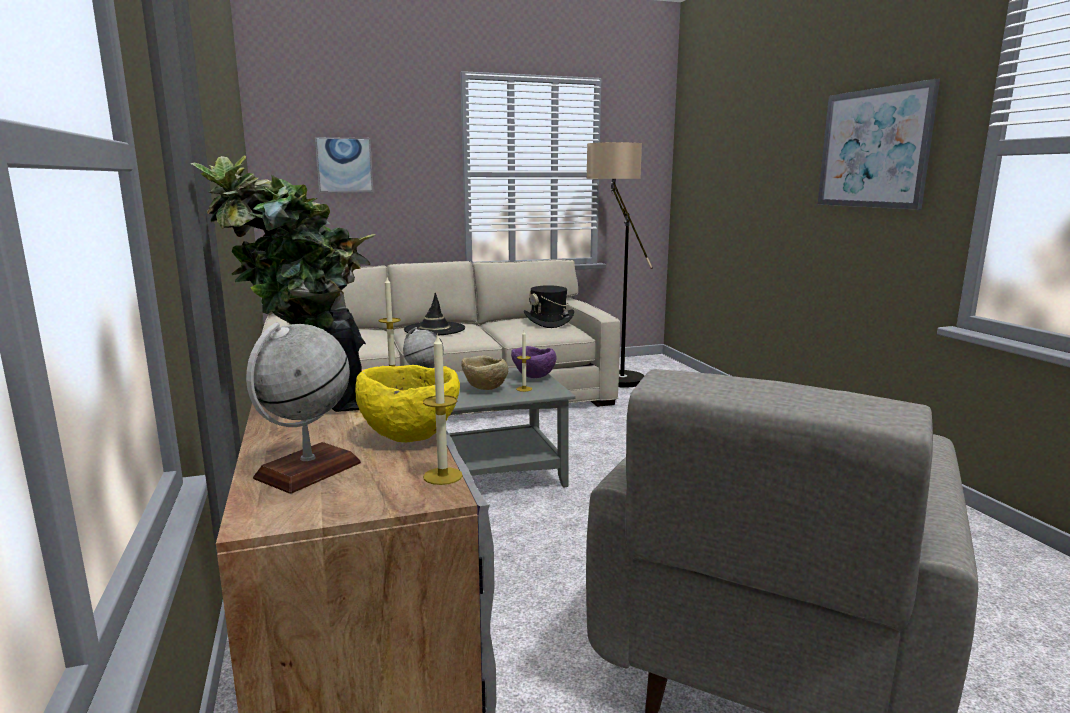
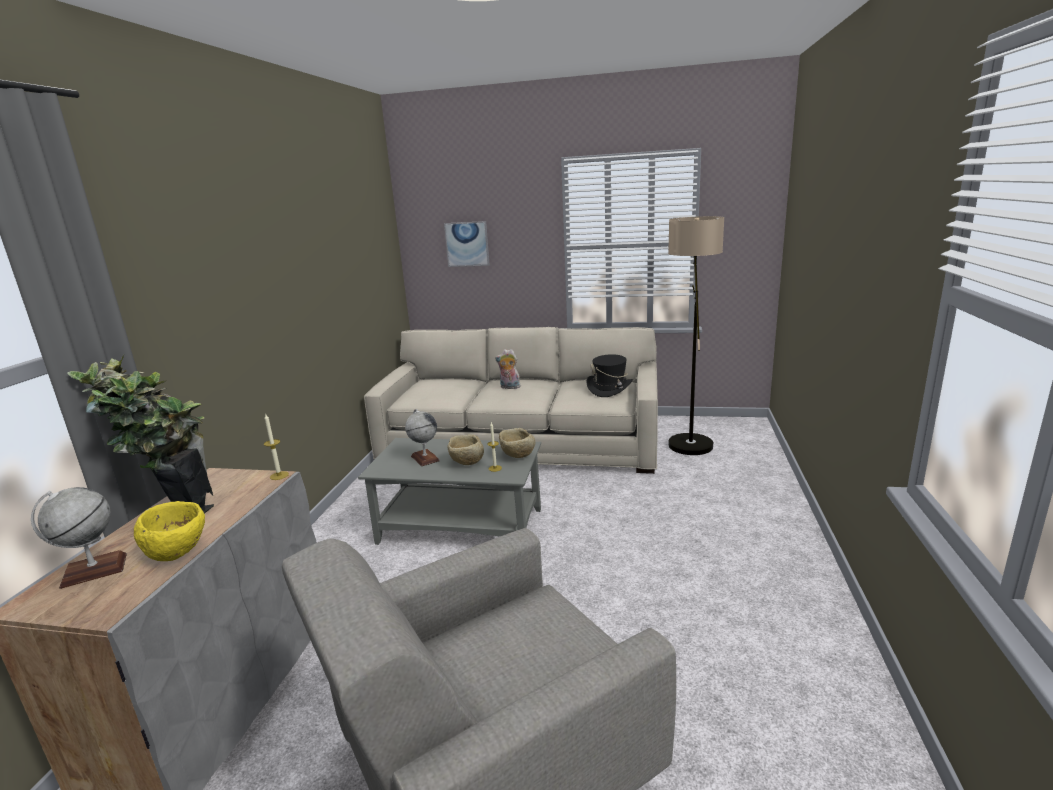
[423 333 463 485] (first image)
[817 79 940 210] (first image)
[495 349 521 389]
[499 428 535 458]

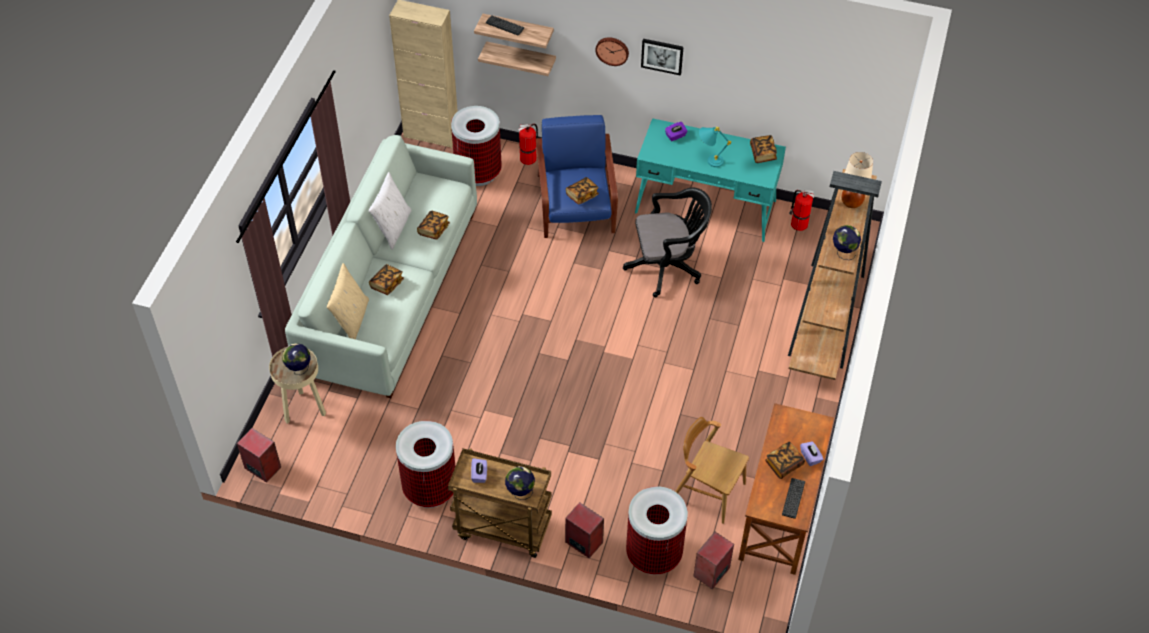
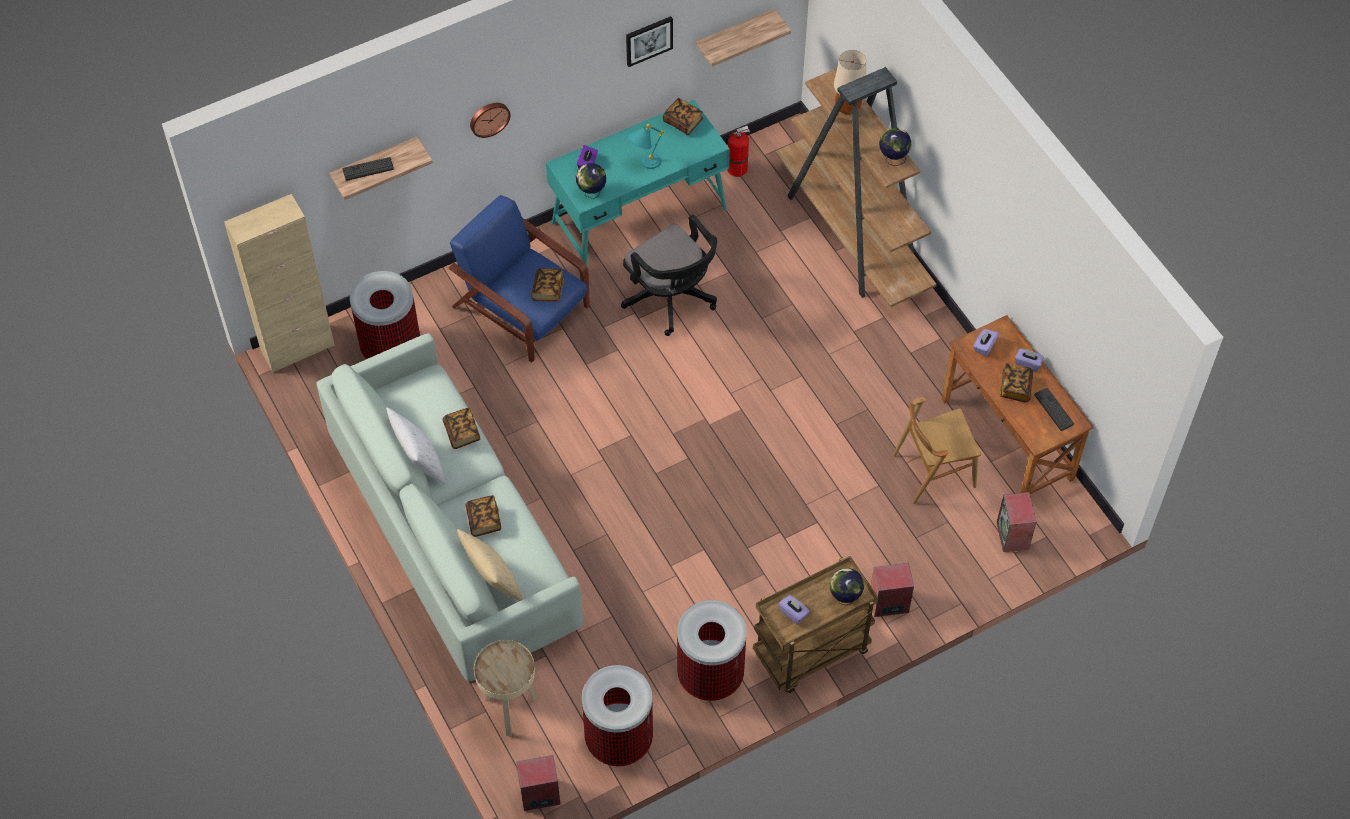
[518 124 538 165] (first image)
[973 329 999 356]
[576 163 606 199]
[696 9 791 67]
[582 665 653 766]
[626 16 673 67]
[621 215 717 336]

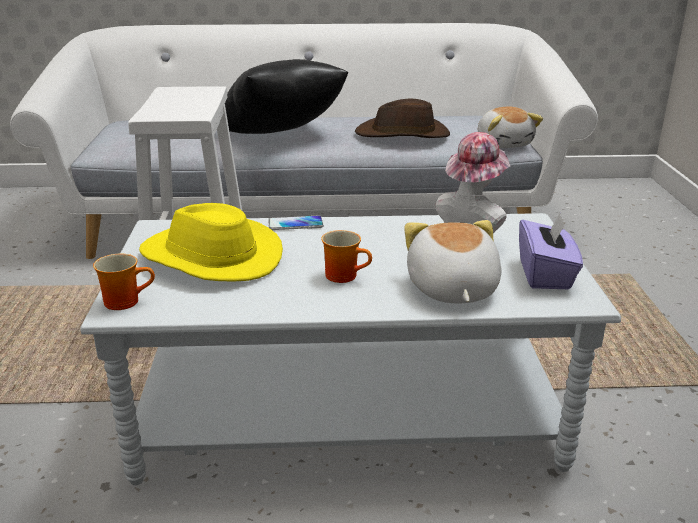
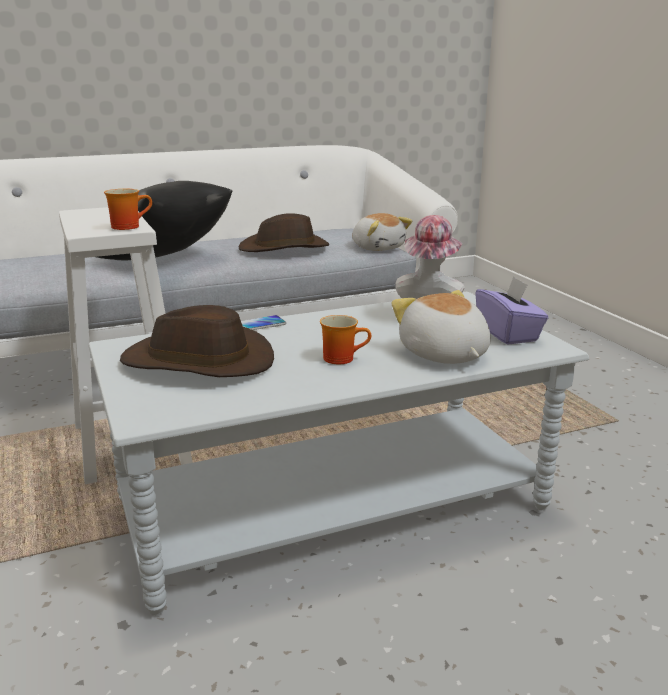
[104 189 152 230]
[120 305 274 377]

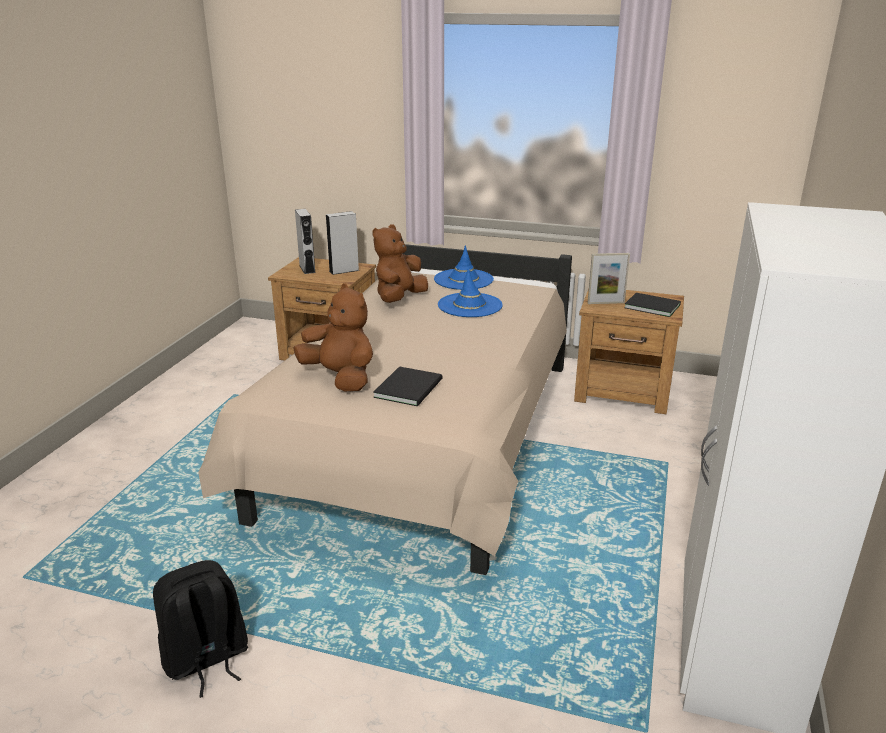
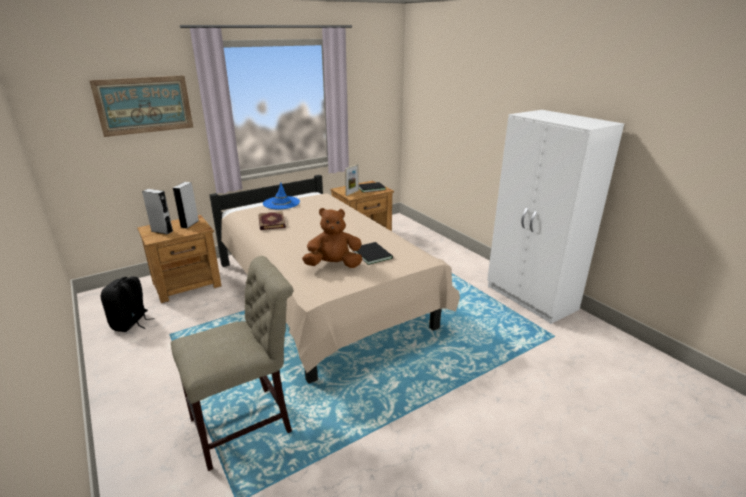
[438 268 503 317] (first image)
[89 75 193 137]
[171 256 293 471]
[101 276 155 332]
[259 211 286 230]

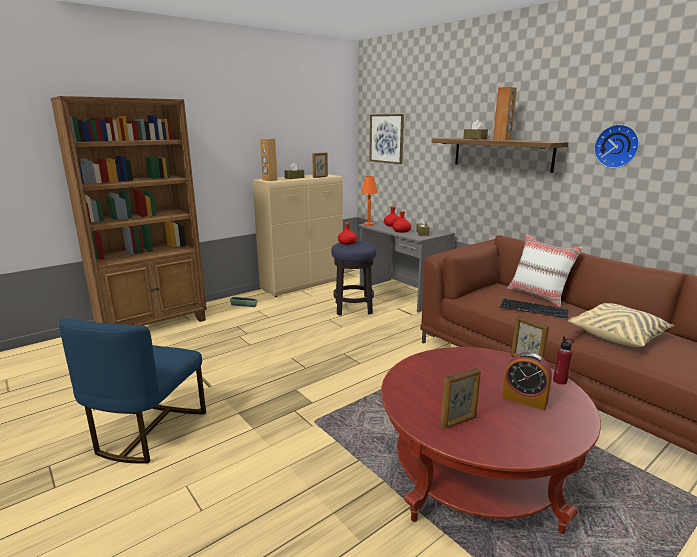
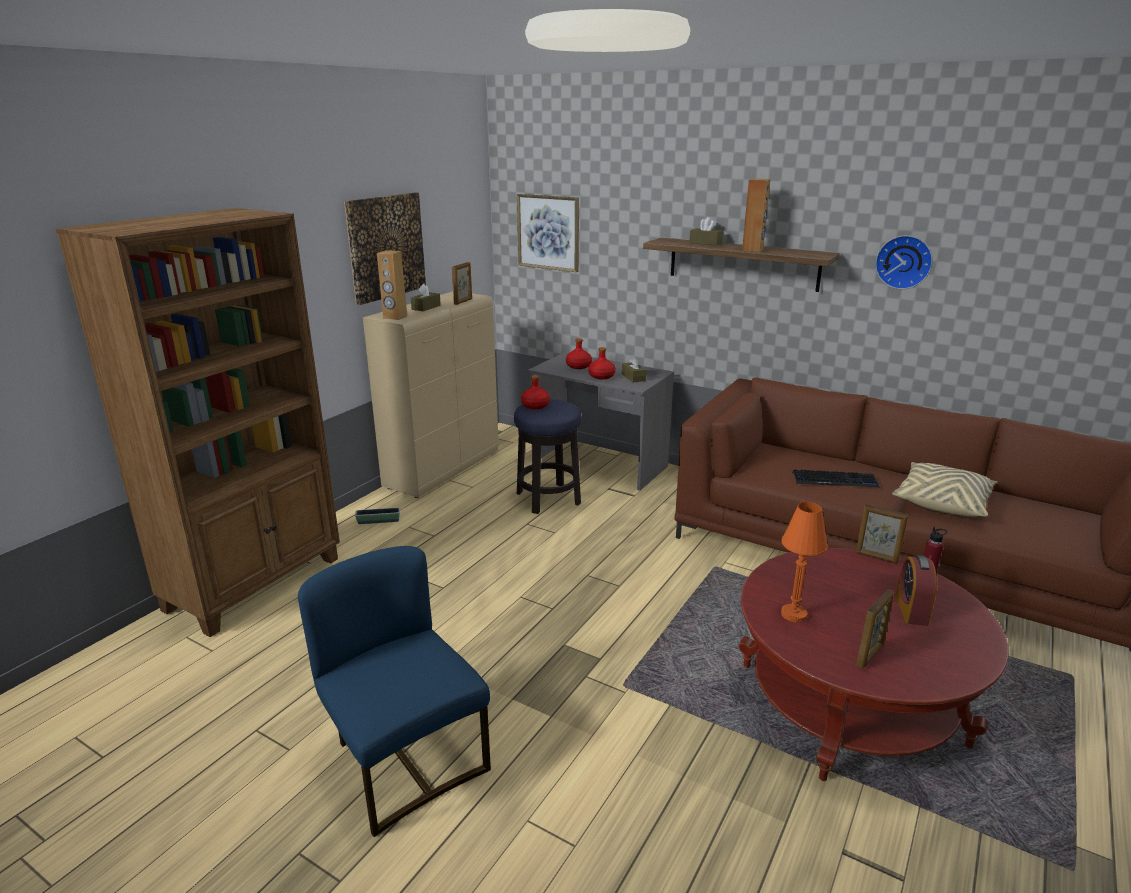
[507 234 583 307] (first image)
[344 192 426 305]
[781 502 828 622]
[298 546 491 837]
[896 555 937 626]

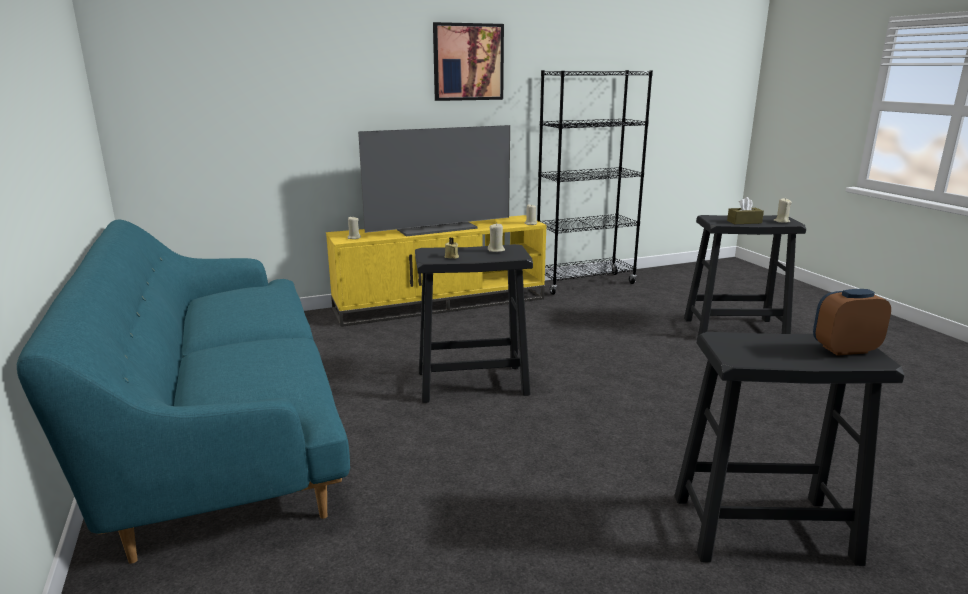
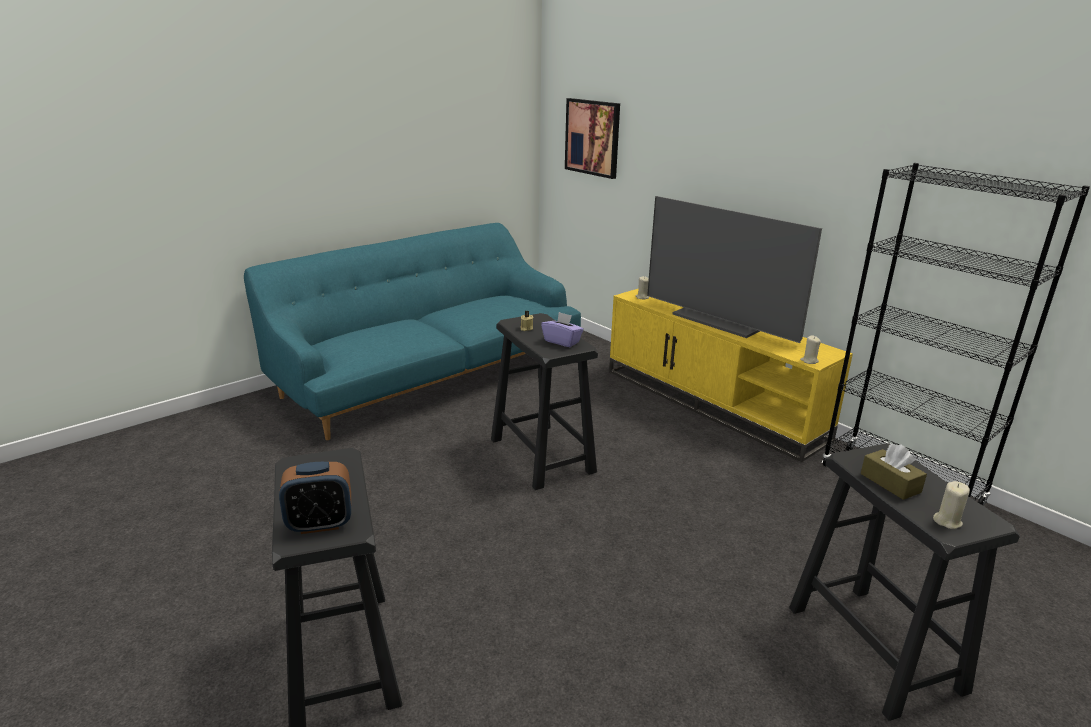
[565 98 620 179]
[541 312 584 347]
[279 462 351 534]

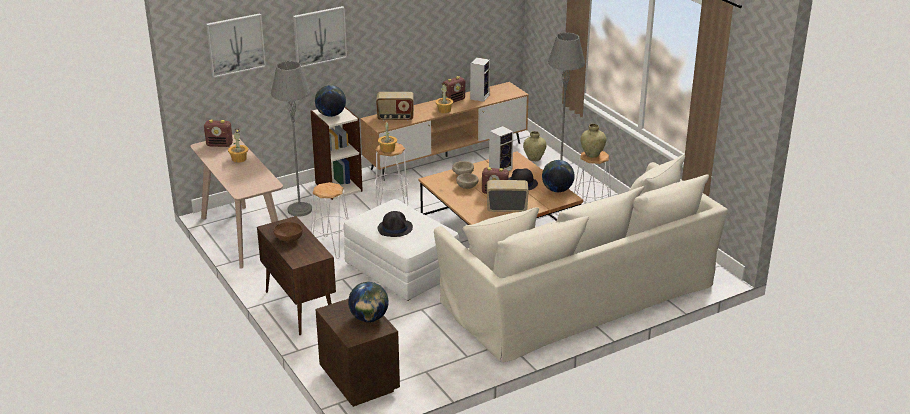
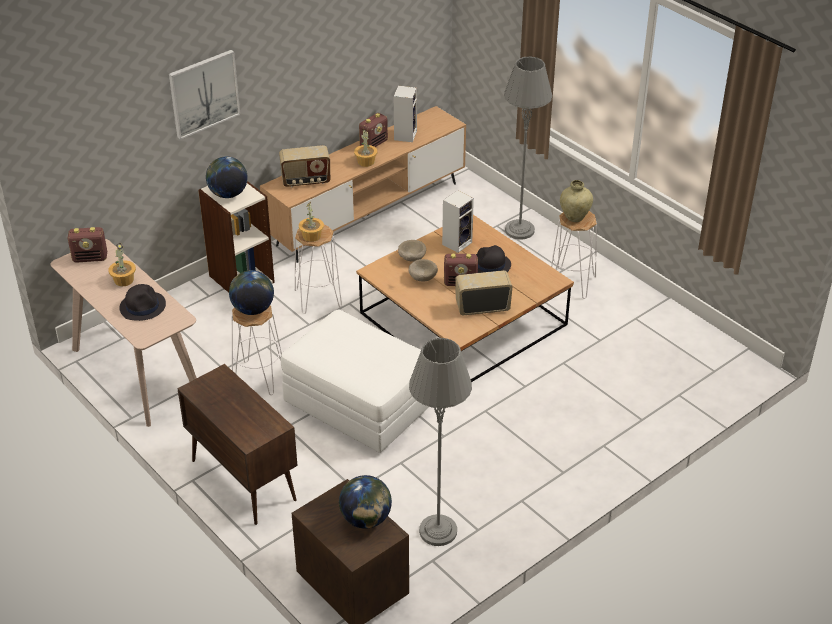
[206 13 266 78] (first image)
[274 222 303 242] (first image)
[434 155 728 362] (first image)
[523 131 546 161] (first image)
[409 338 472 546]
[119 284 166 321]
[229 270 274 315]

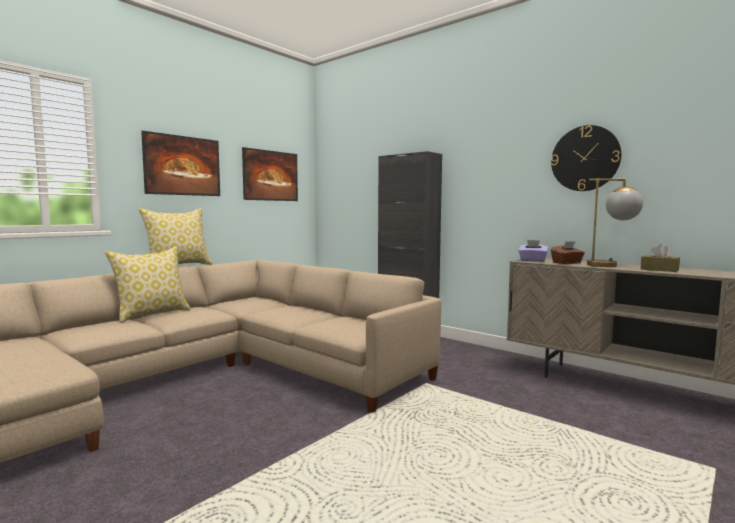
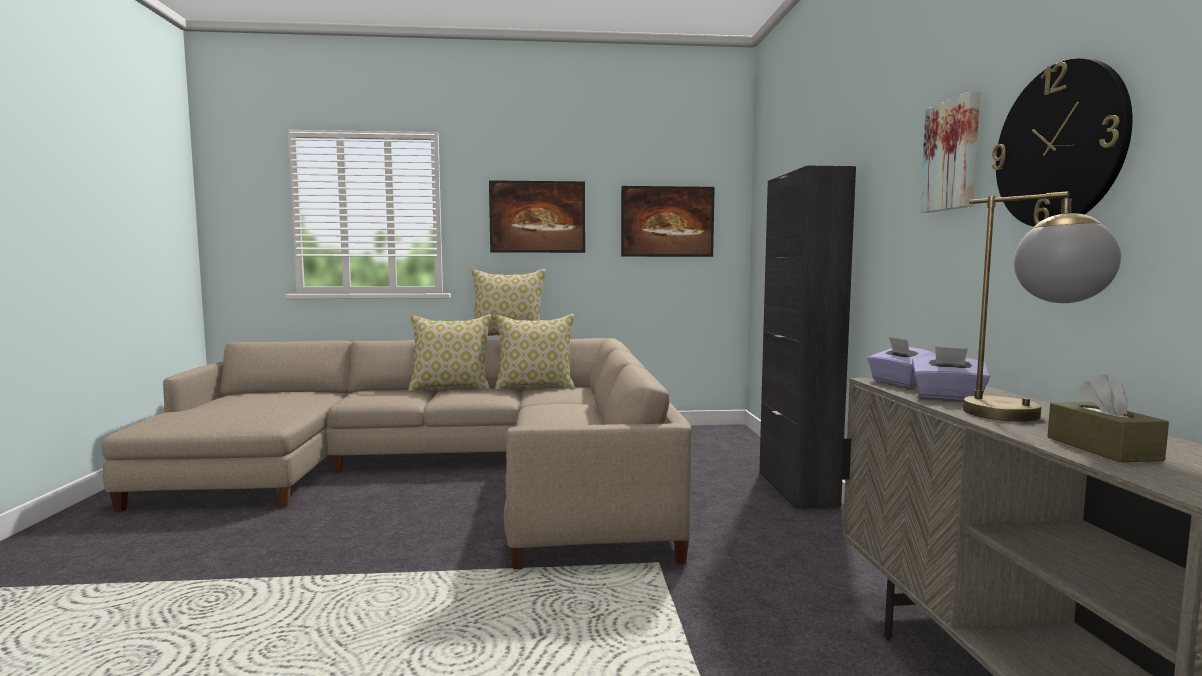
[495 314 575 391]
[920 91 980 213]
[912 346 990 401]

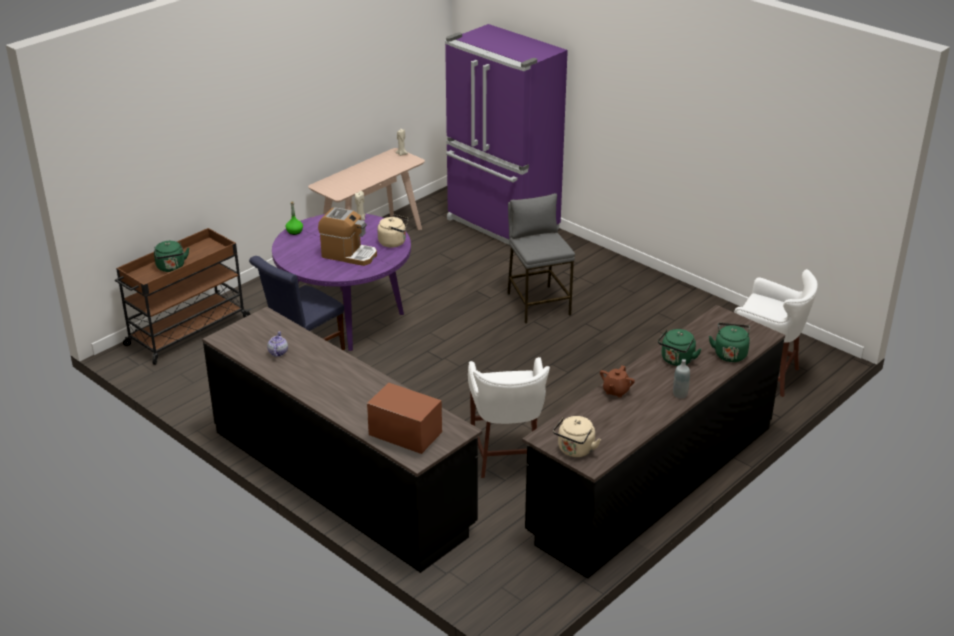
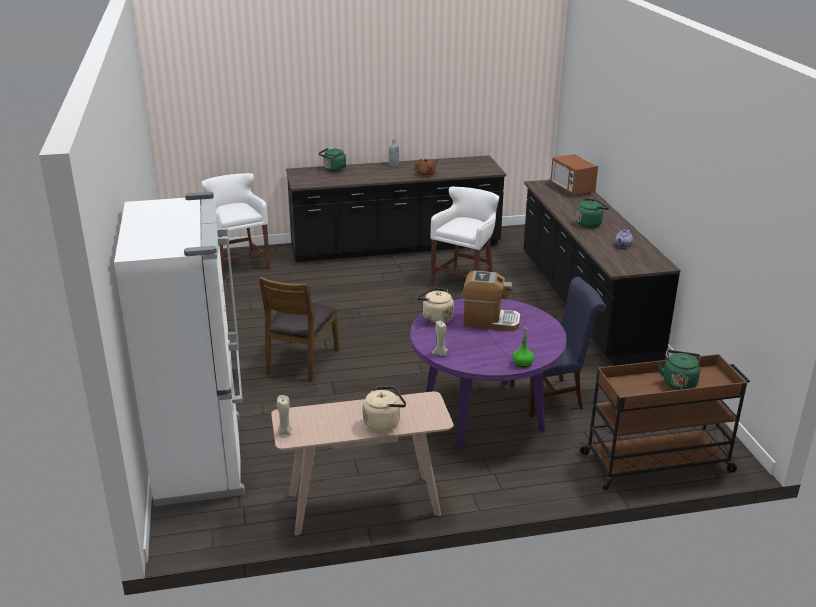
[363 386 406 432]
[576 198 609 228]
[259 277 339 382]
[114 192 245 506]
[463 271 521 331]

